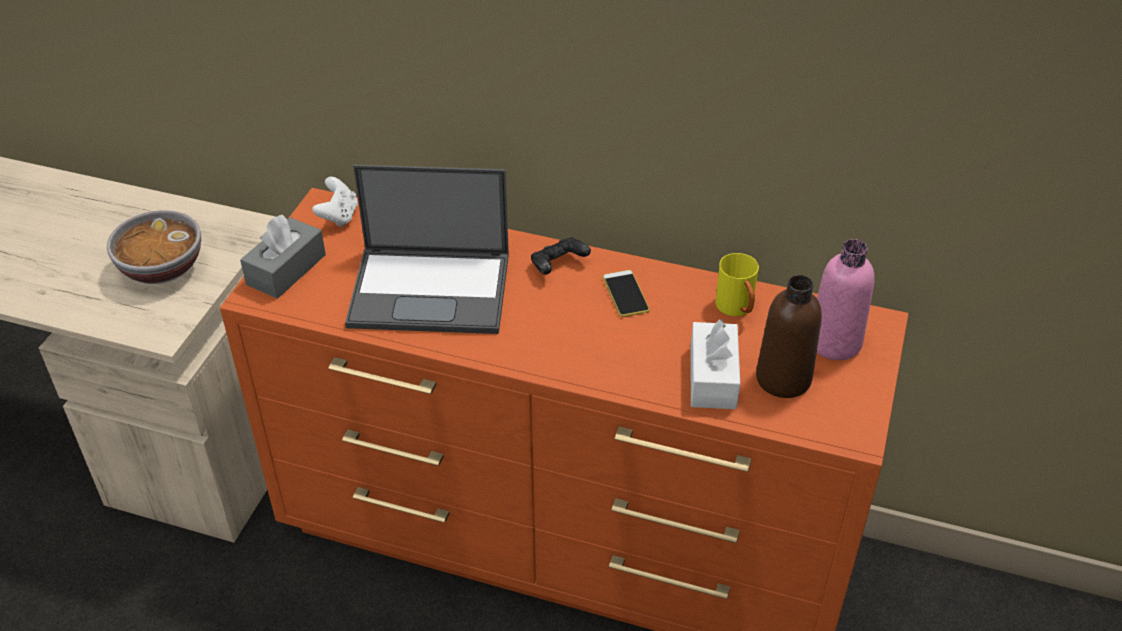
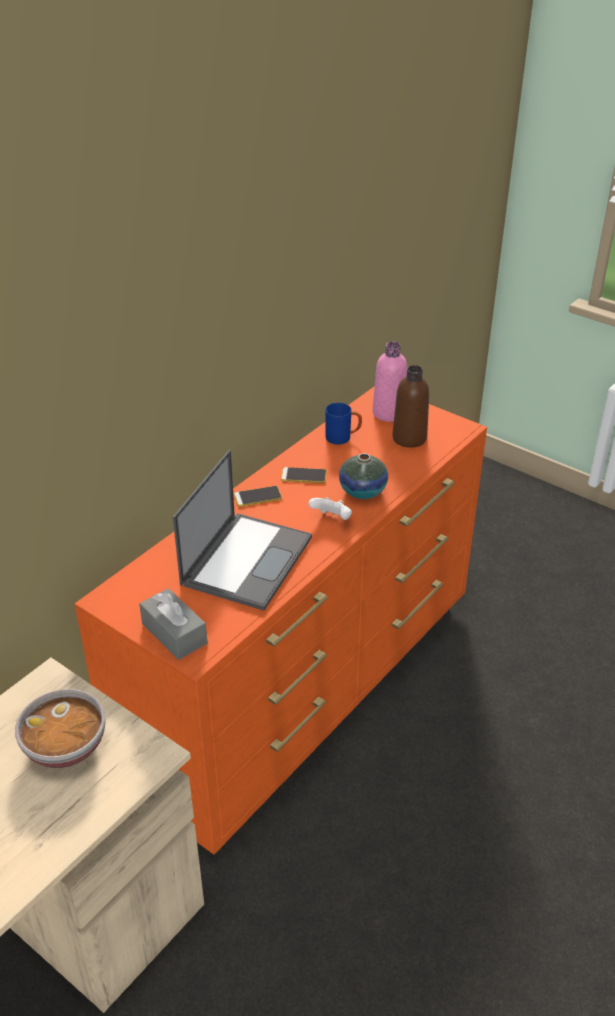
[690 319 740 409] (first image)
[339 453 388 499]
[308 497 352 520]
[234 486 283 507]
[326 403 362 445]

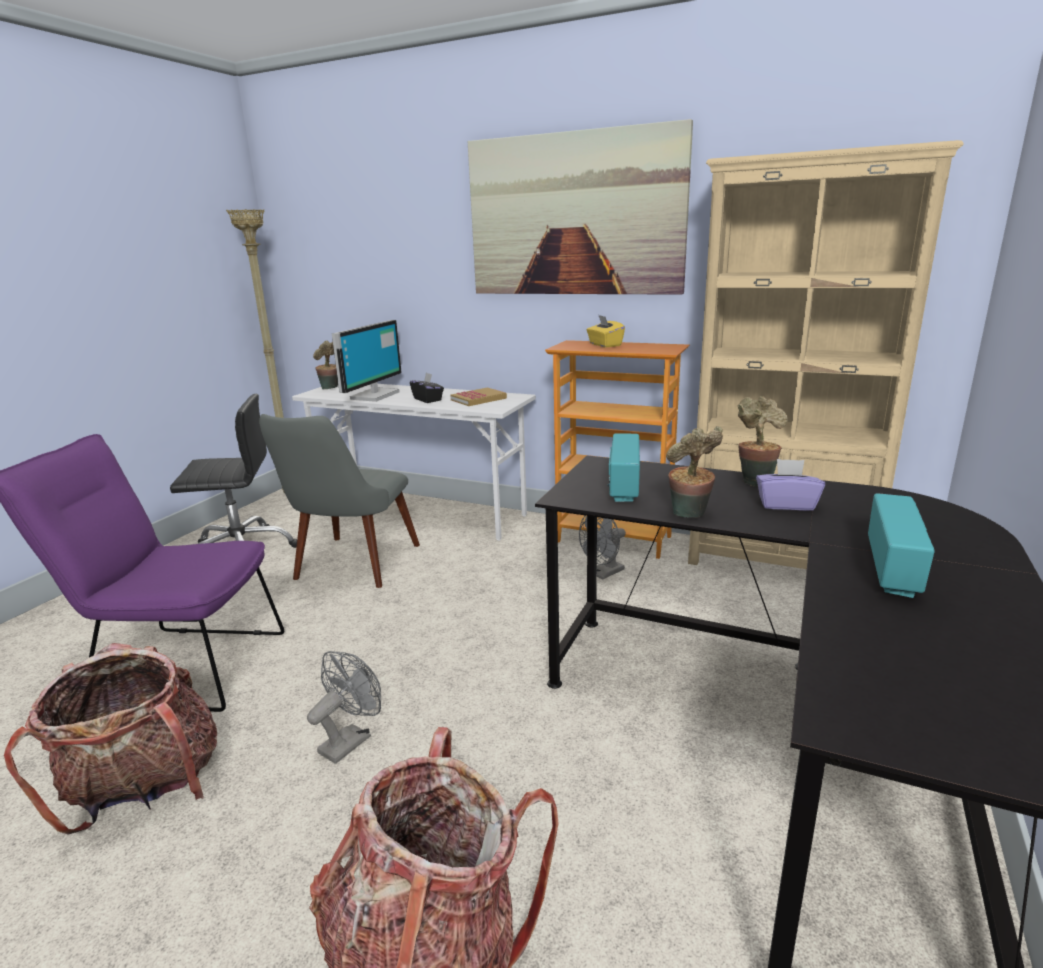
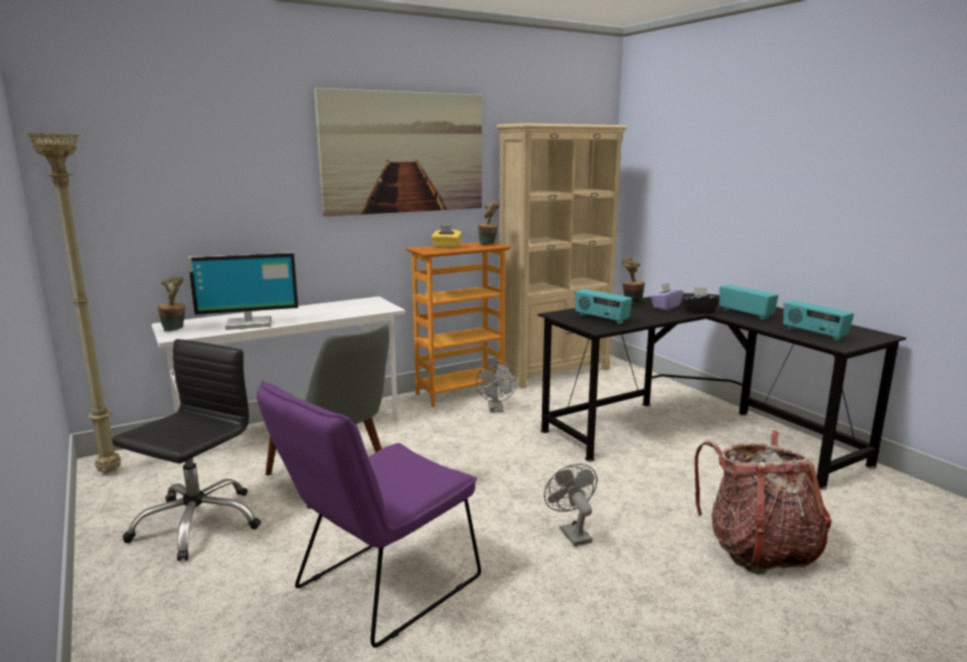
[4 643 217 835] (first image)
[451 387 507 406] (first image)
[783 300 854 341]
[682 287 719 314]
[478 201 500 245]
[188 252 298 330]

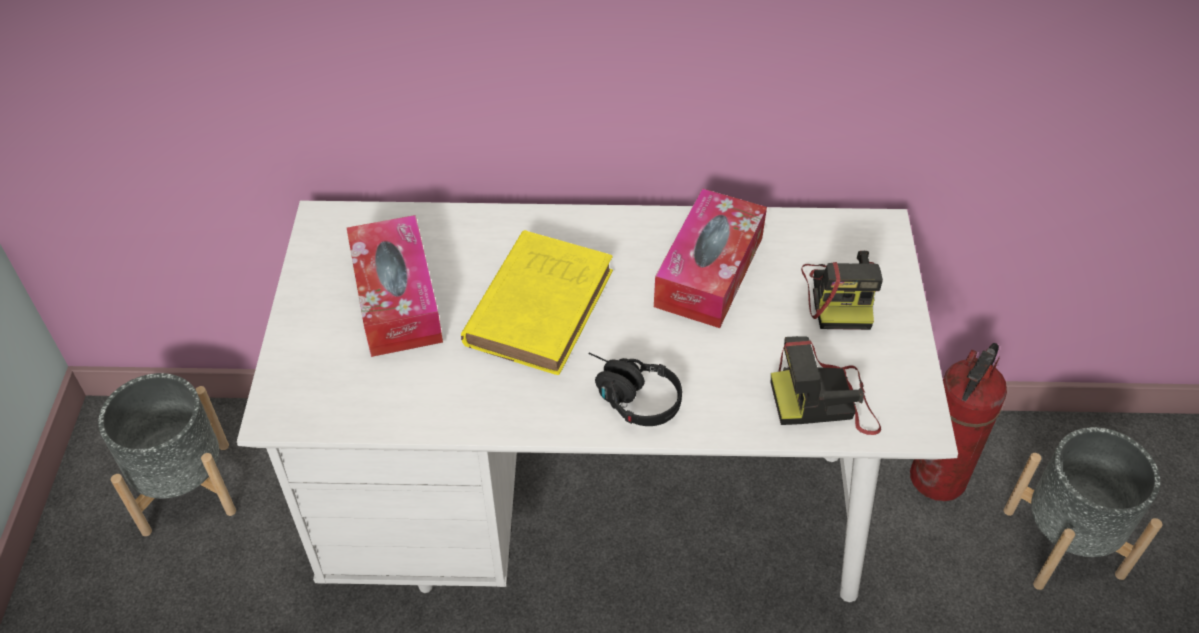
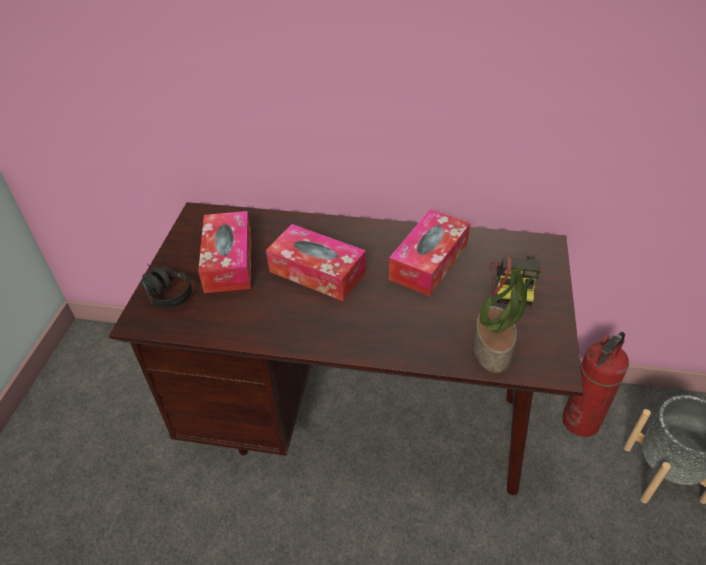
[98 373 236 536] (first image)
[142 264 192 308]
[266 224 366 301]
[473 266 543 373]
[109 202 583 496]

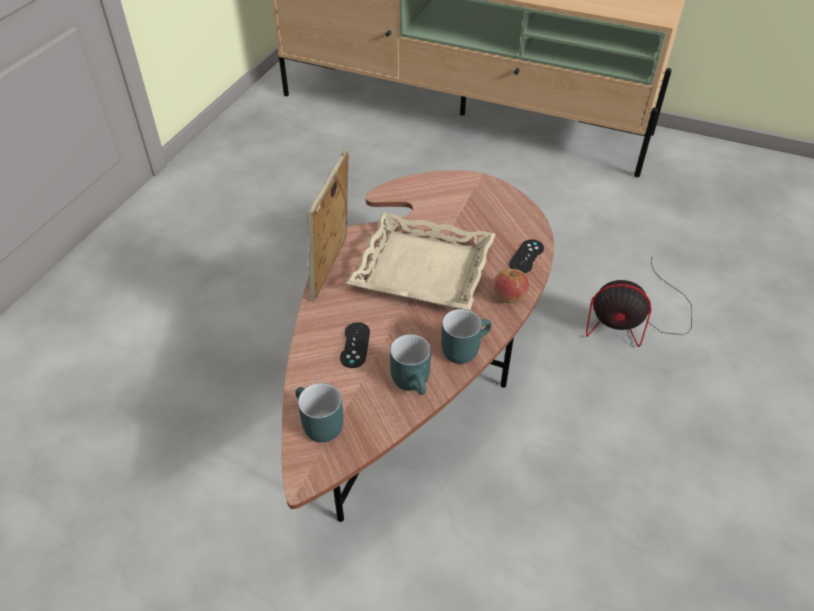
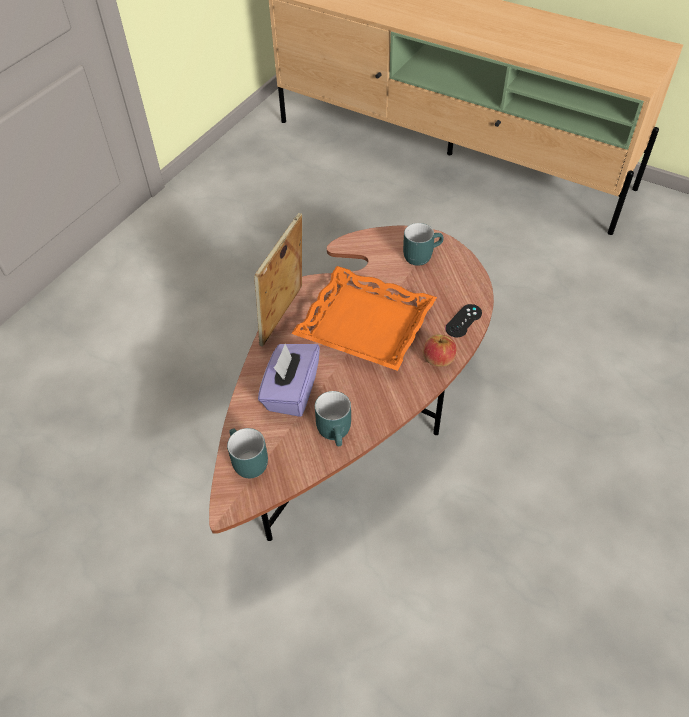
[586 261 692 347] (first image)
[403 223 444 266]
[258 344 320 417]
[291 266 437 371]

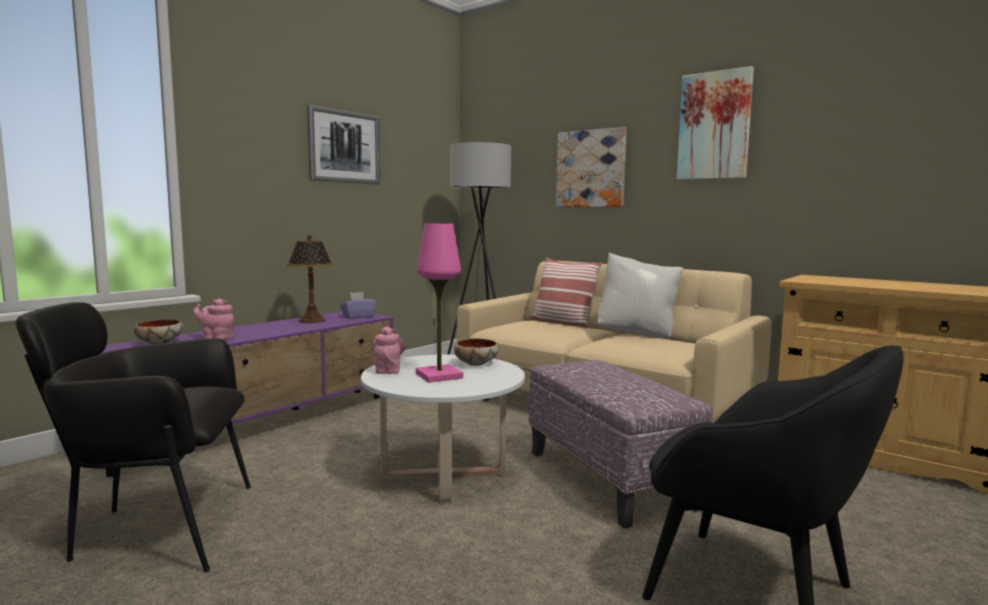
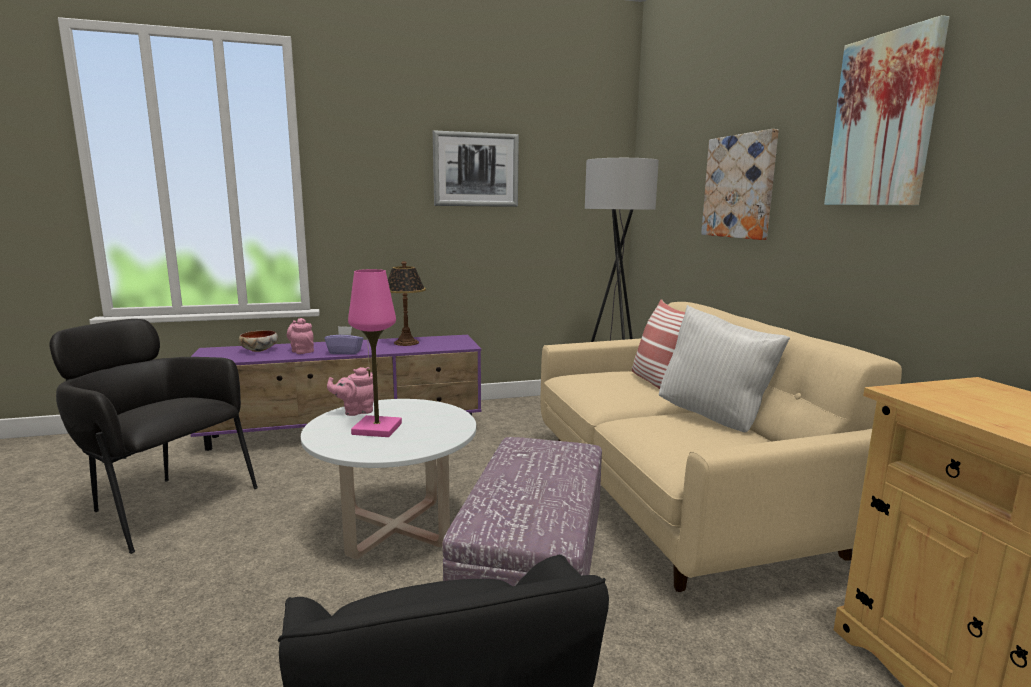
[454 339 498 366] (first image)
[325 326 364 355]
[327 367 374 416]

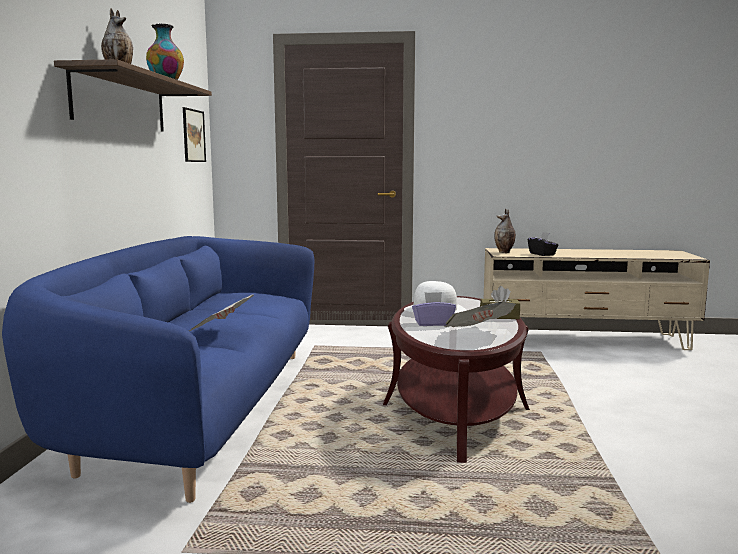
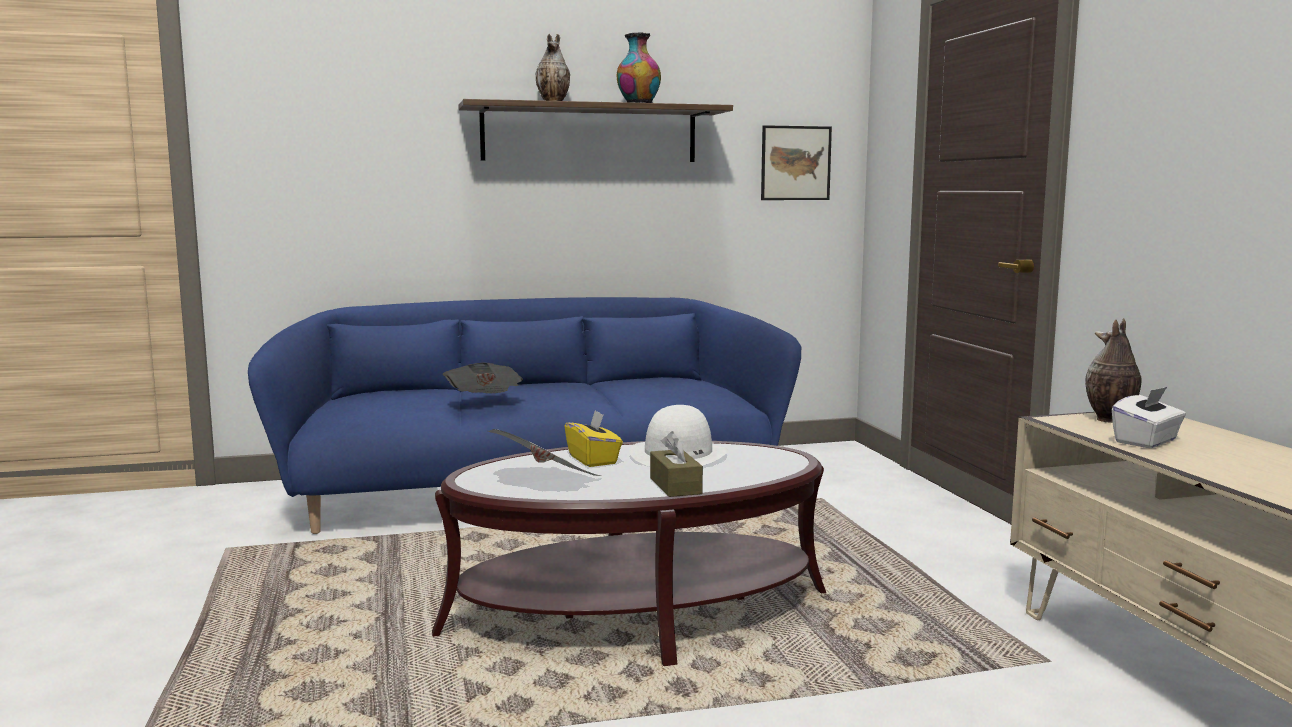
[565 410 623 467]
[1112 387 1186 448]

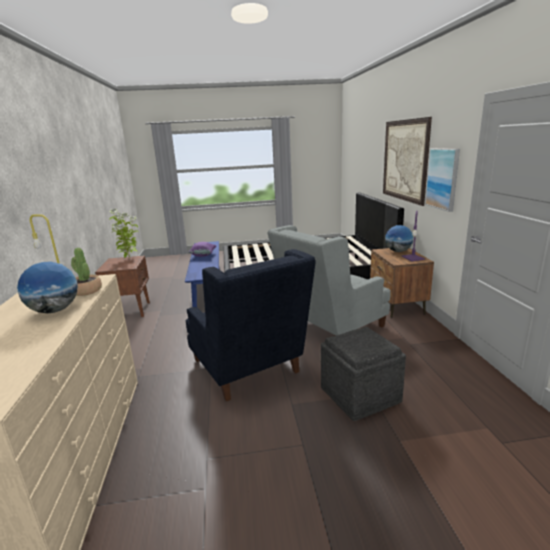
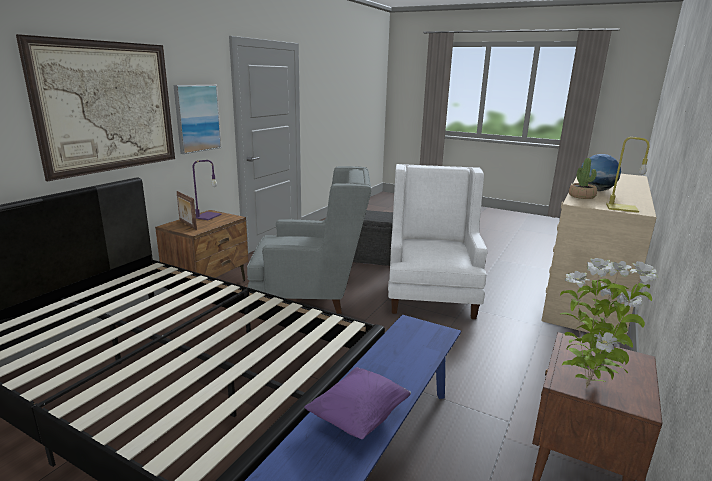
[177 191 197 230]
[388 164 488 319]

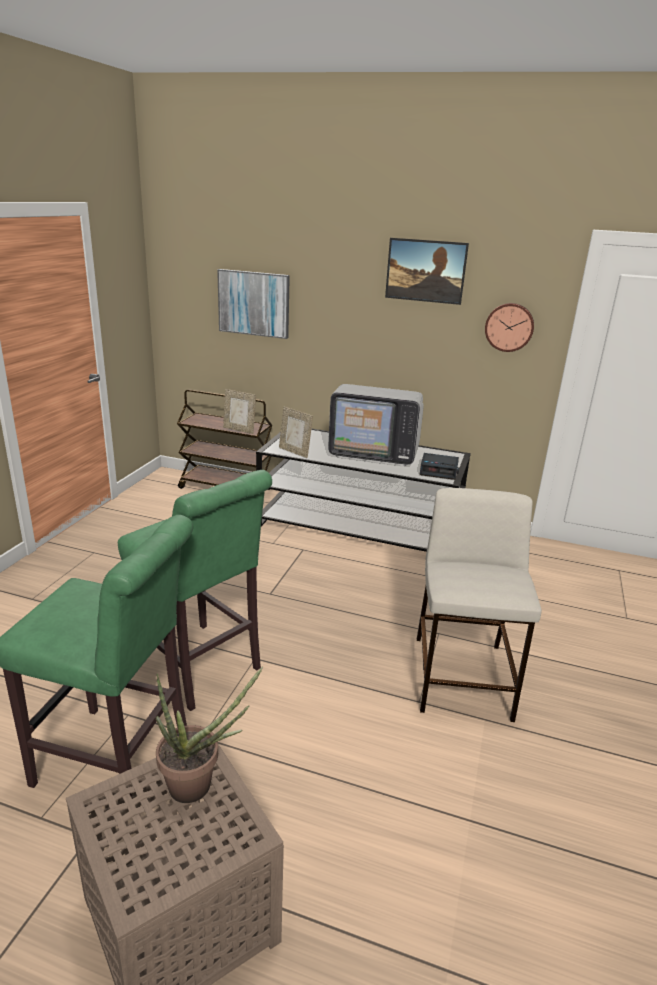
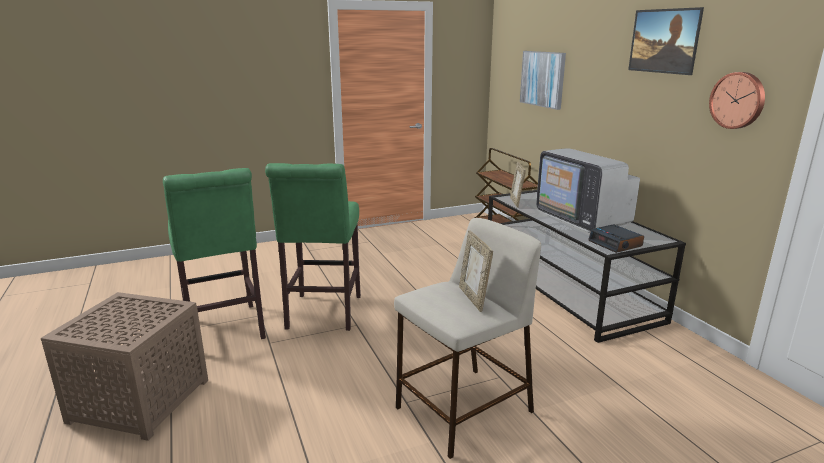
[156 667 263 803] (first image)
[459 230 493 312]

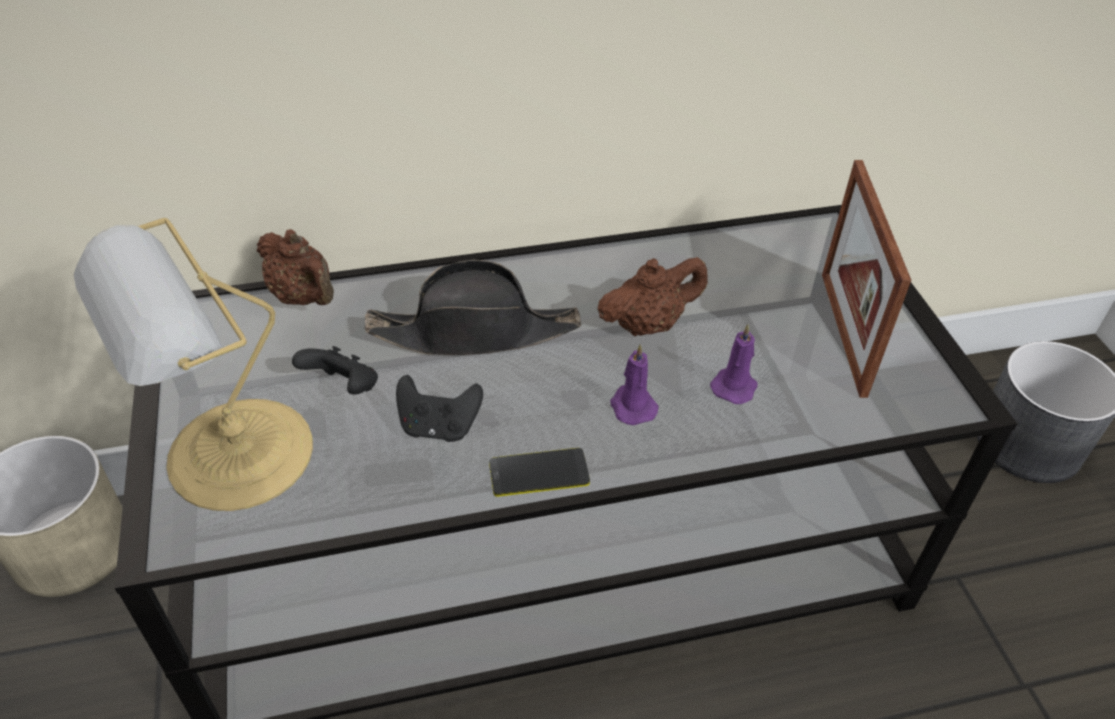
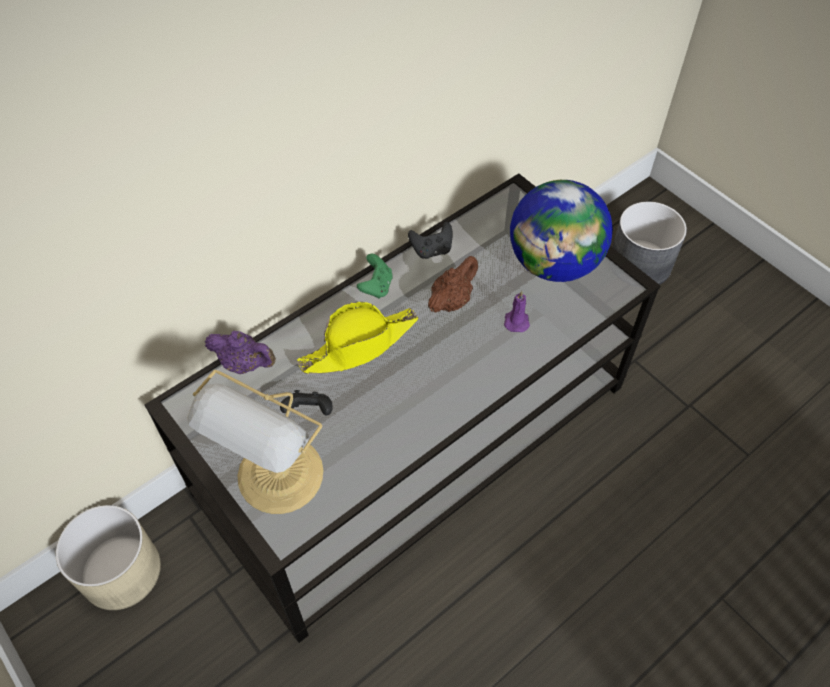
[489 448 590 497] (first image)
[610 344 659 425] (first image)
[357 254 393 299]
[408 222 453 259]
[510 180 613 282]
[205 331 276 374]
[297 302 418 374]

